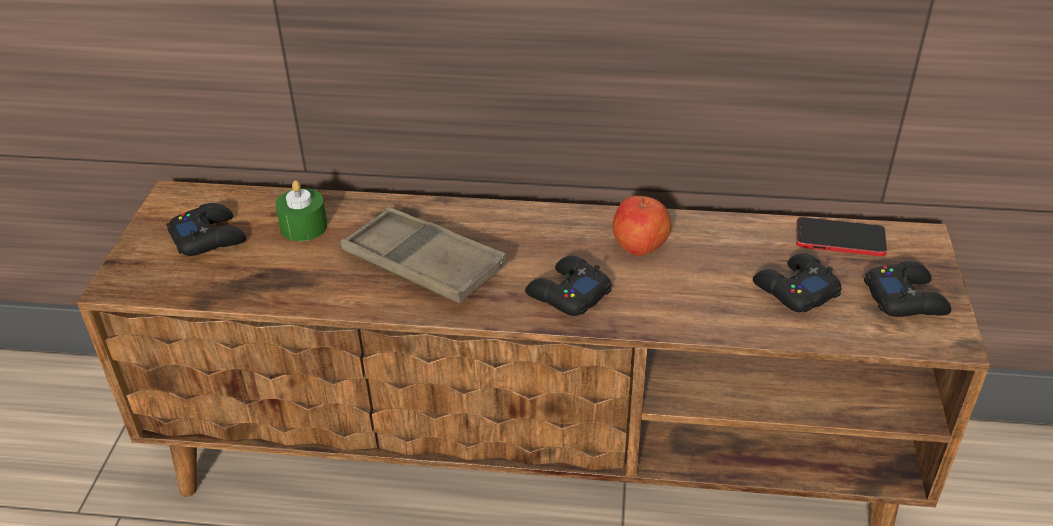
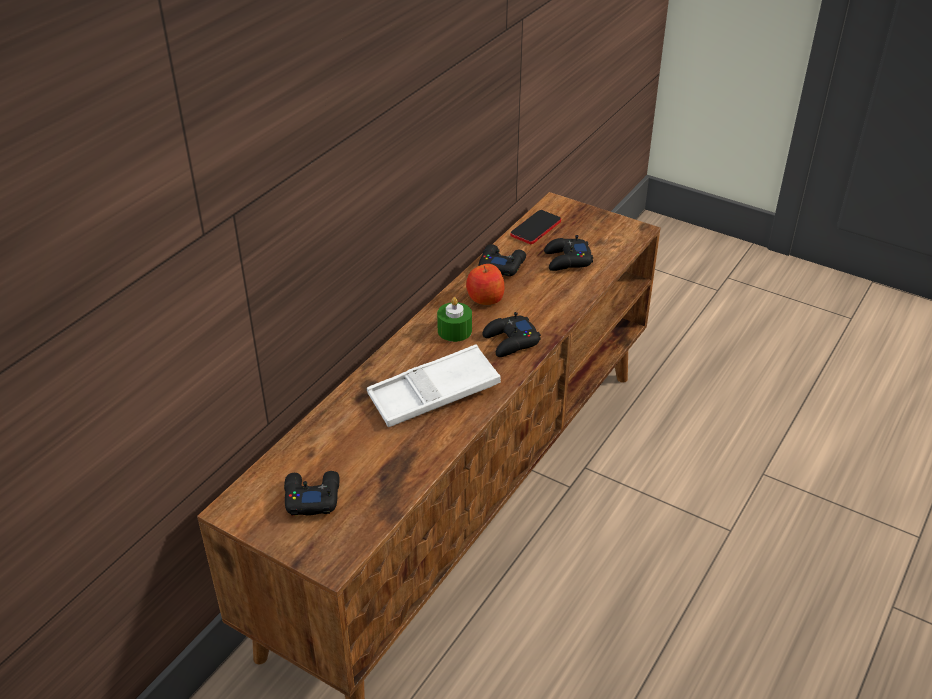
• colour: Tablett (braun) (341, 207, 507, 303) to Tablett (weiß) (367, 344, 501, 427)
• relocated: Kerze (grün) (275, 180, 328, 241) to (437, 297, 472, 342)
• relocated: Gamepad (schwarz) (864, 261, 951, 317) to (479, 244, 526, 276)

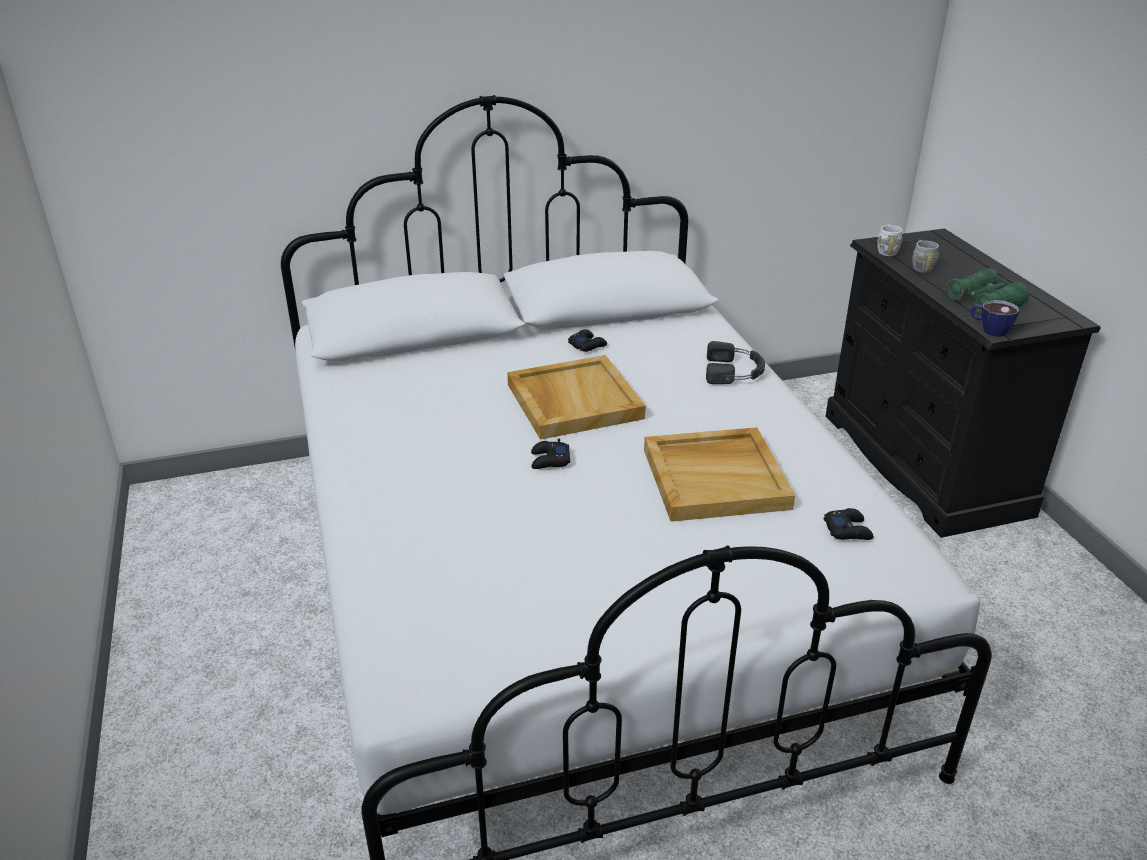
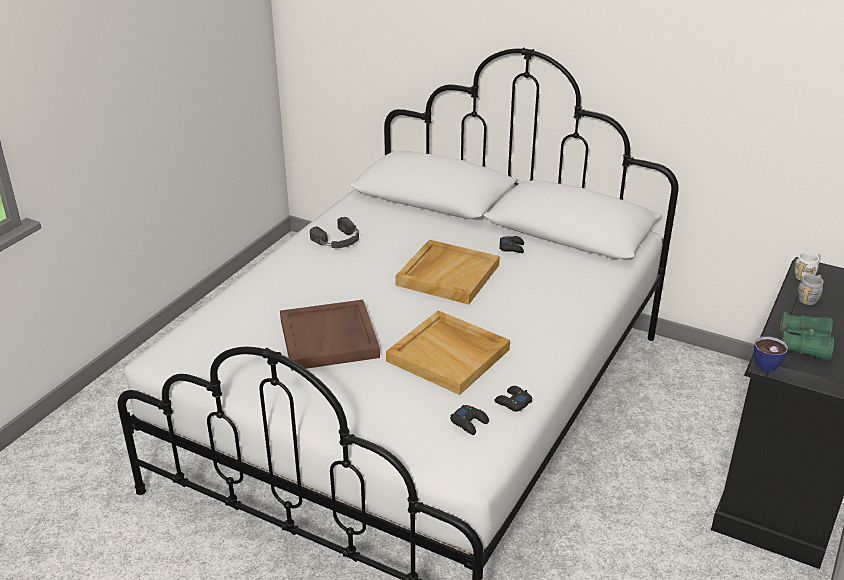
• appeared: Tablett (braun) (280, 300, 380, 371)
• relocated: Kopfhörer (schwarz) (706, 341, 765, 384) to (310, 217, 359, 248)
• relocated: Gamepad (schwarz) (531, 439, 570, 469) to (494, 386, 533, 412)

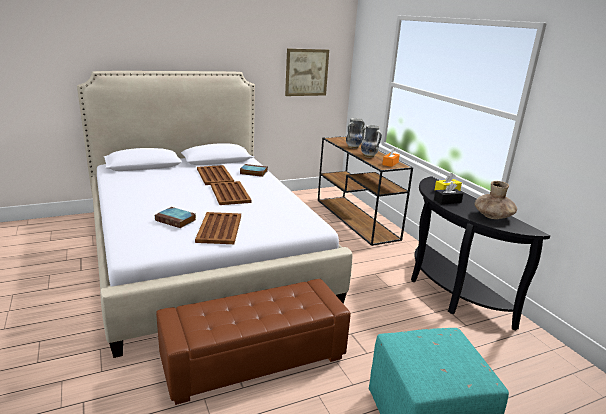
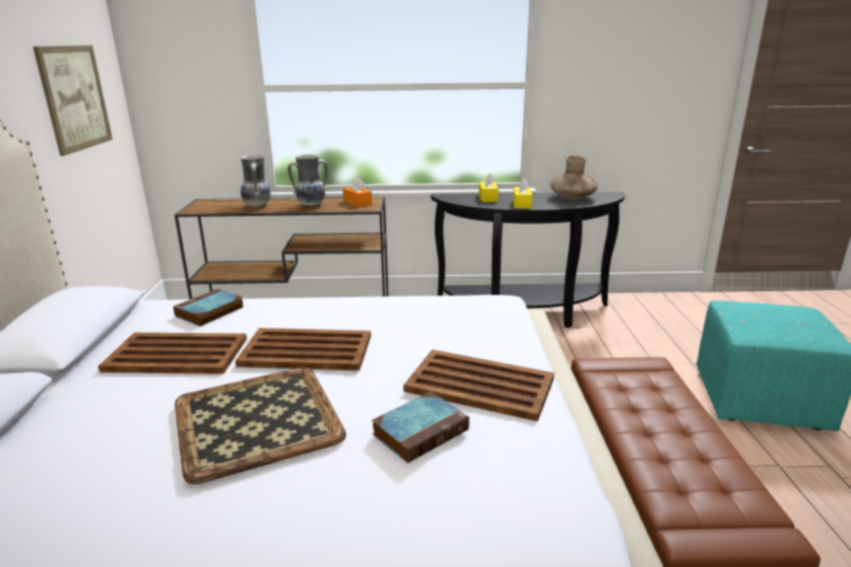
• appeared: Tablett (175, 367, 346, 484)
• colour: Taschentuchbox (schwarz) (434, 182, 463, 205) to Taschentuchbox (gelb) (513, 178, 532, 209)

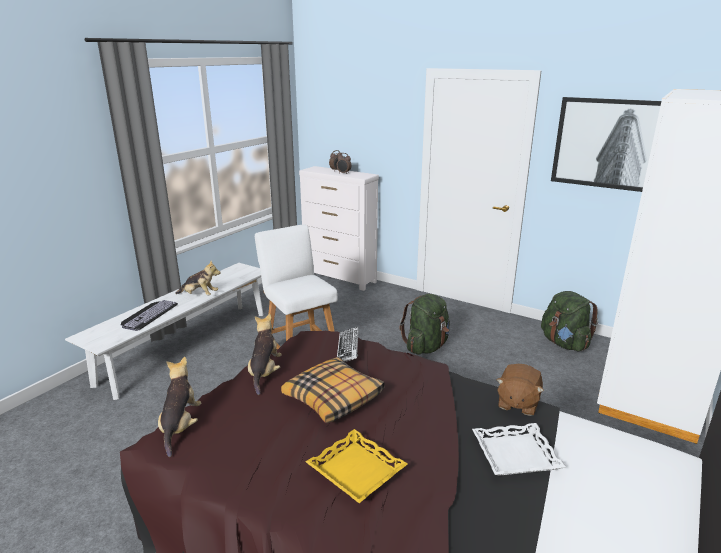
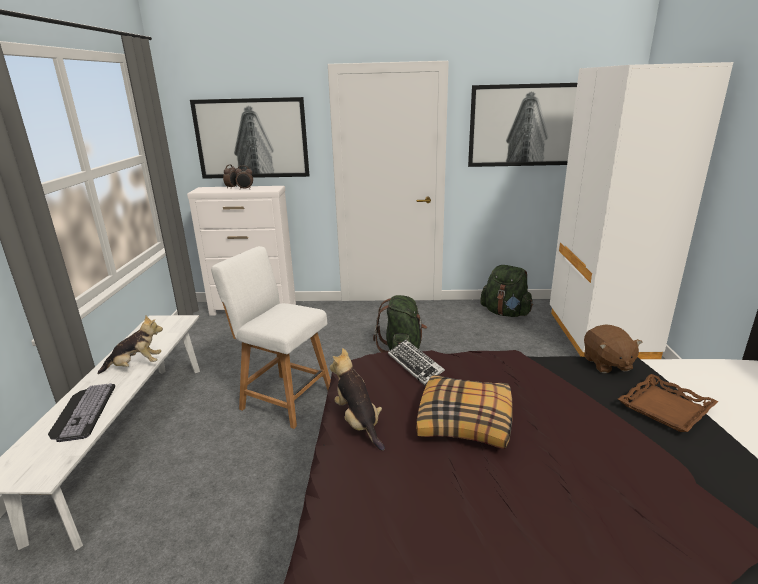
• appeared: Bild (190, 97, 310, 179)
• colour: Tablett (weiß) (472, 423, 566, 476) to Tablett (braun) (618, 374, 718, 432)
• missing: Plüschtier (158, 357, 201, 457)
• missing: Tablett (gelb) (306, 429, 408, 503)

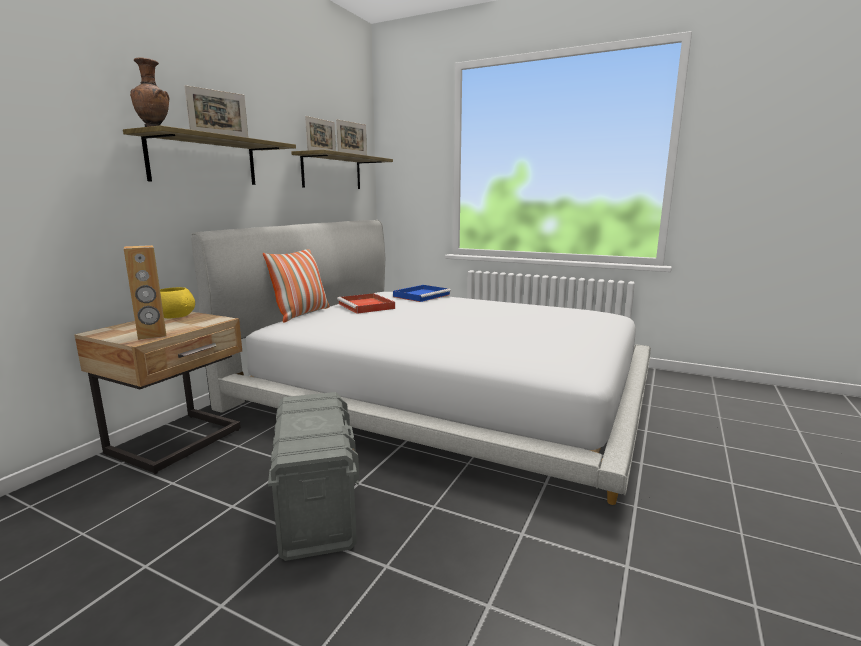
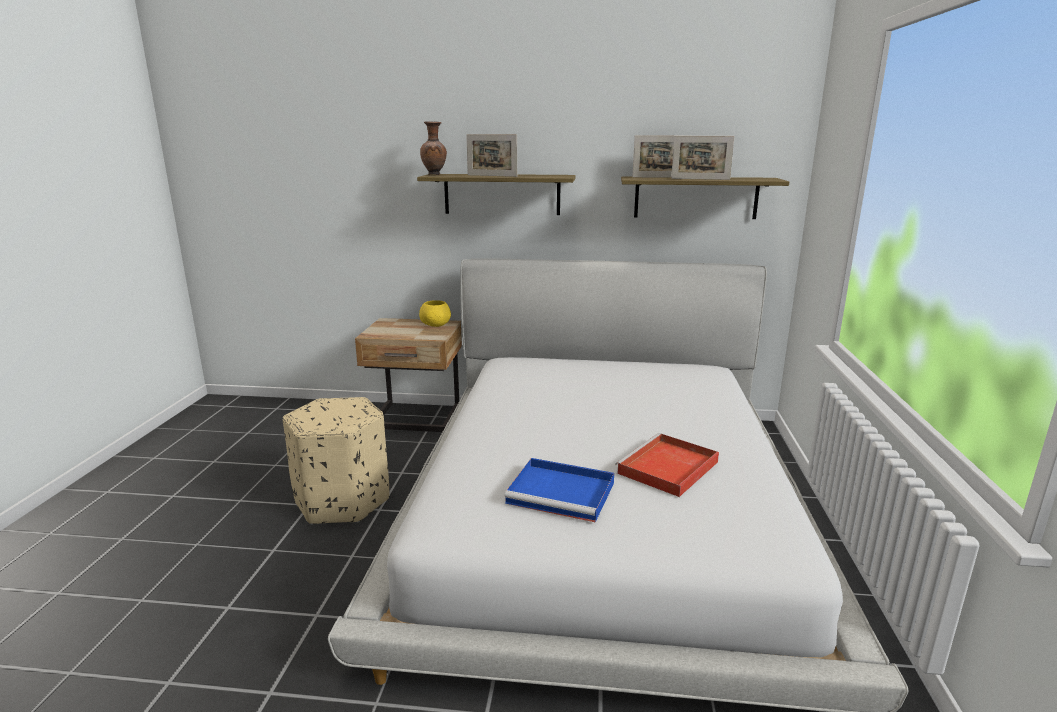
• exchanged: Aufbewahrungsbox (grau) (268, 392, 359, 561) to Polsterhocker (beige) (283, 397, 389, 524)
• relocated: Tablett (blau) (393, 285, 451, 302) to (505, 458, 614, 522)
• relocated: Tablett (rot) (337, 293, 395, 314) to (615, 433, 719, 497)
• missing: Lautsprecher (braun) (124, 245, 166, 340)
• missing: Kissen (263, 249, 330, 322)

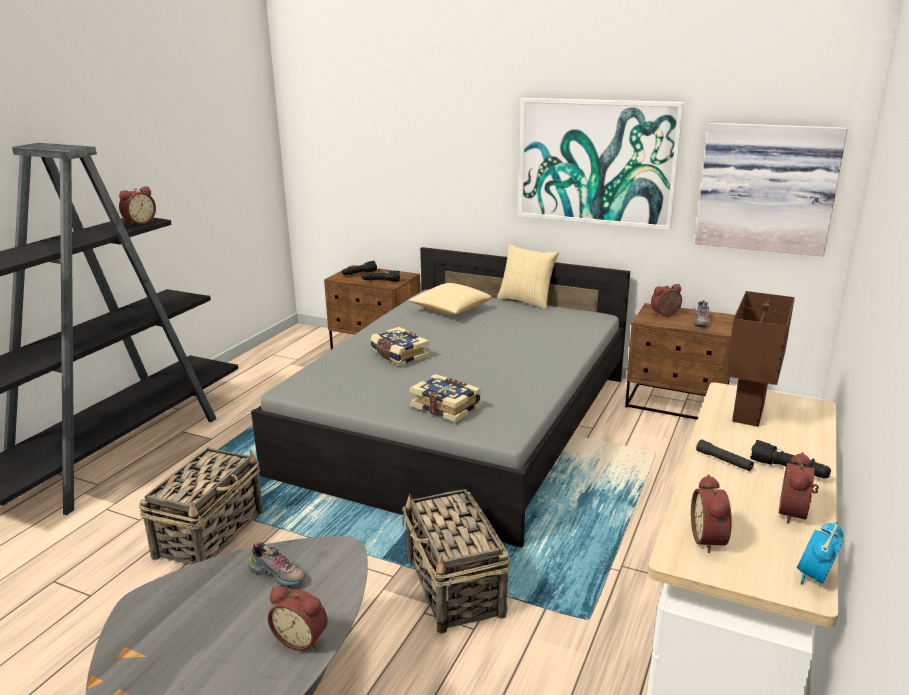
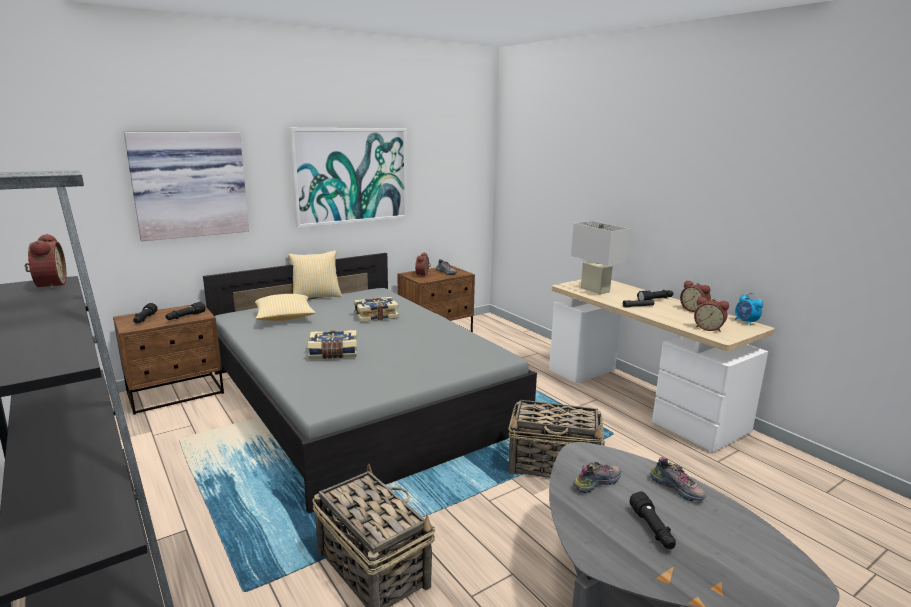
• relocated: Bild (695, 123, 848, 256) to (124, 132, 249, 241)
• relocated: Buch (409, 374, 482, 423) to (354, 297, 399, 322)
• colour: Tischlampe (braun) (725, 291, 795, 427) to Tischlampe (weiß) (571, 221, 630, 294)
• appeared: Taschenlampe (schwarz) (629, 491, 676, 549)
• exchanged: Wecker (268, 586, 328, 651) to Schuh (650, 457, 706, 501)

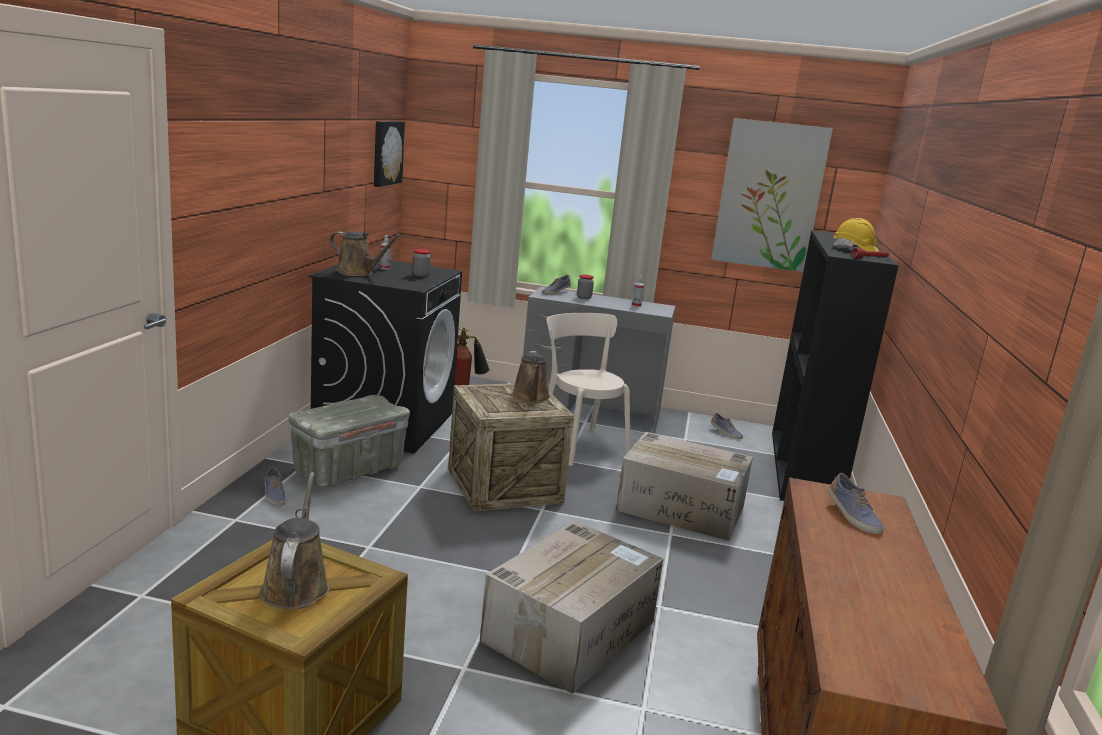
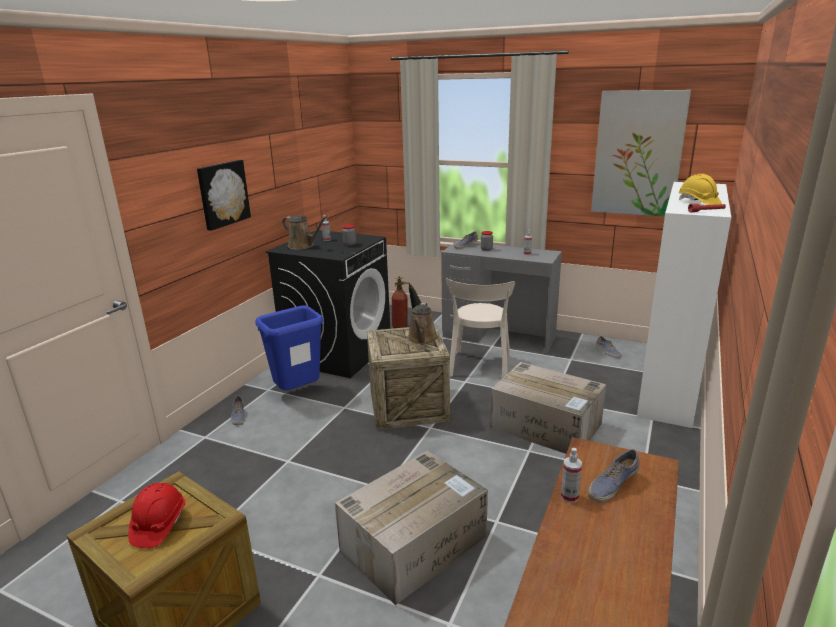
• exchanged: Gießkanne (braun) (260, 472, 330, 609) to Schutzhelm (rot) (128, 483, 185, 548)
• relocated: Bild (374, 121, 405, 187) to (197, 160, 251, 231)
• exchanged: Aufbewahrungsbox (grau) (288, 395, 410, 487) to Mülleimer (blau) (255, 306, 323, 390)
• spun: Stuhl (beige) (547, 313, 631, 466) = (446, 278, 515, 377) 150 degrees counterclockwise
• appeared: Sprühflasche (561, 448, 582, 503)
• spun: Schuh (828, 473, 885, 534) = (588, 449, 640, 503) 60 degrees clockwise
• colour: Bücherregal (schwarz) (772, 230, 899, 501) to Bücherregal (weiß) (637, 182, 731, 428)

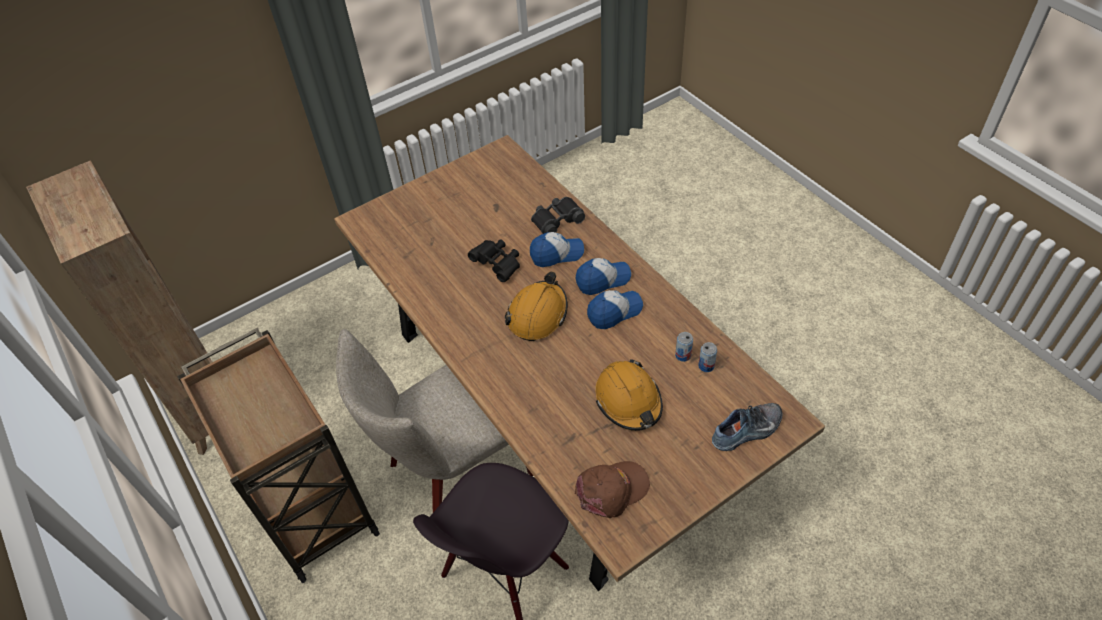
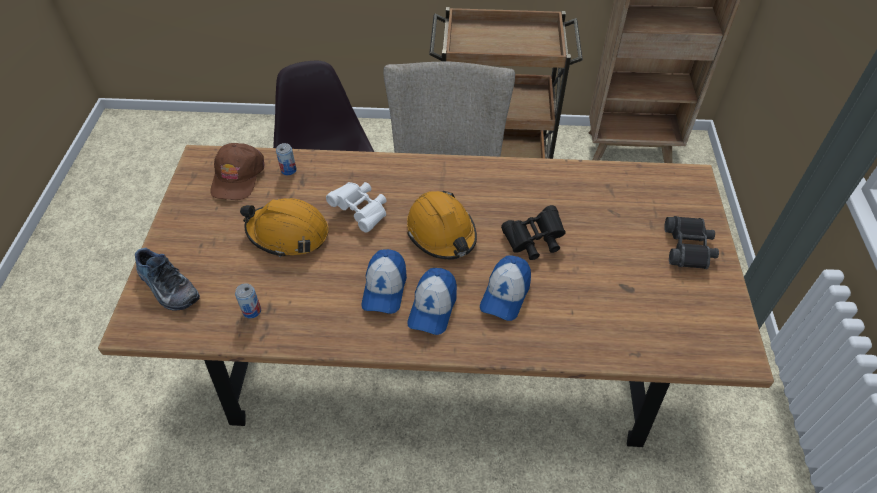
• spun: Schuh (712, 403, 782, 451) = (135, 247, 200, 311) 60 degrees counterclockwise
• relocated: Dose (675, 332, 693, 362) to (276, 143, 297, 175)
• appeared: Fernglas (weiß) (326, 182, 387, 233)
• relocated: Fernglas (schwarz) (531, 197, 585, 234) to (664, 216, 719, 269)

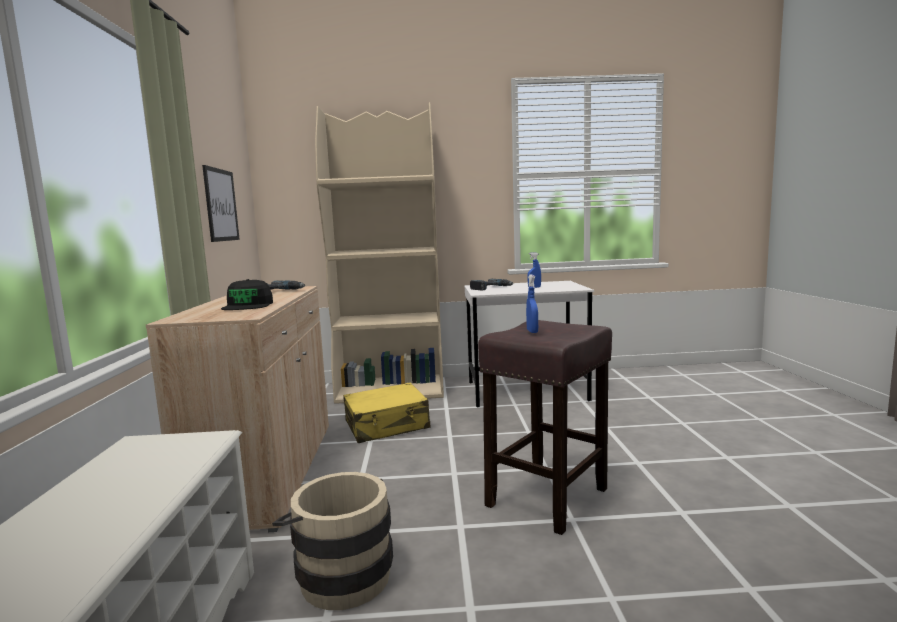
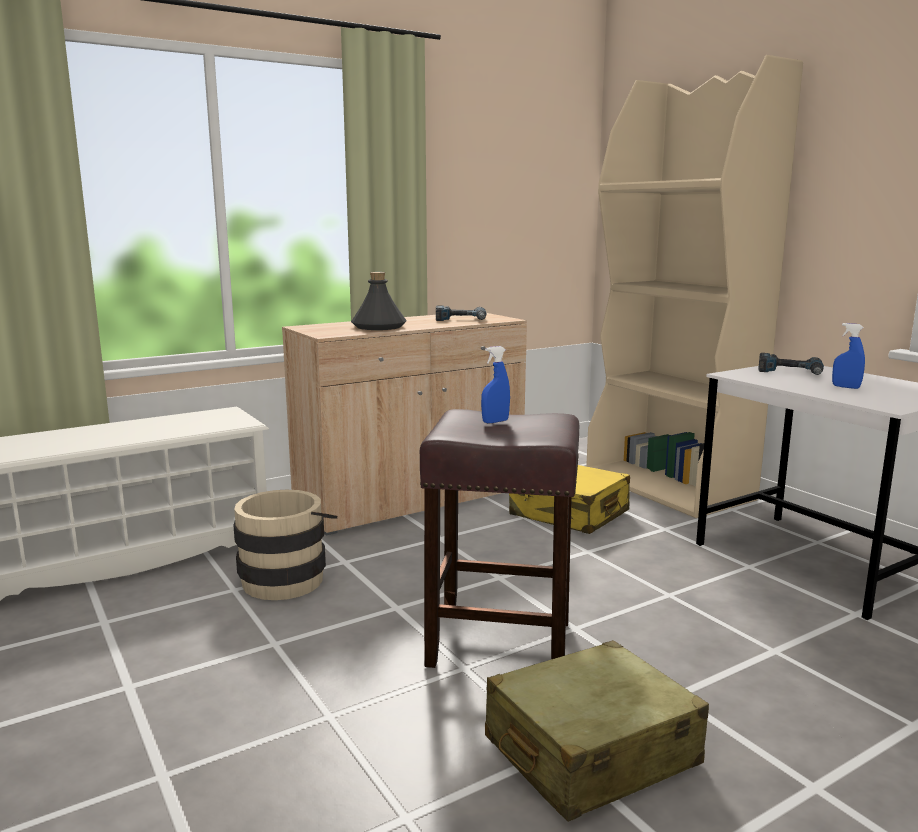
• exchanged: Kappe (schwarz) (221, 279, 273, 310) to Flasche (grau) (351, 272, 406, 330)
• appeared: Koffer (beige) (485, 640, 709, 822)
• missing: Bild (202, 165, 240, 242)

